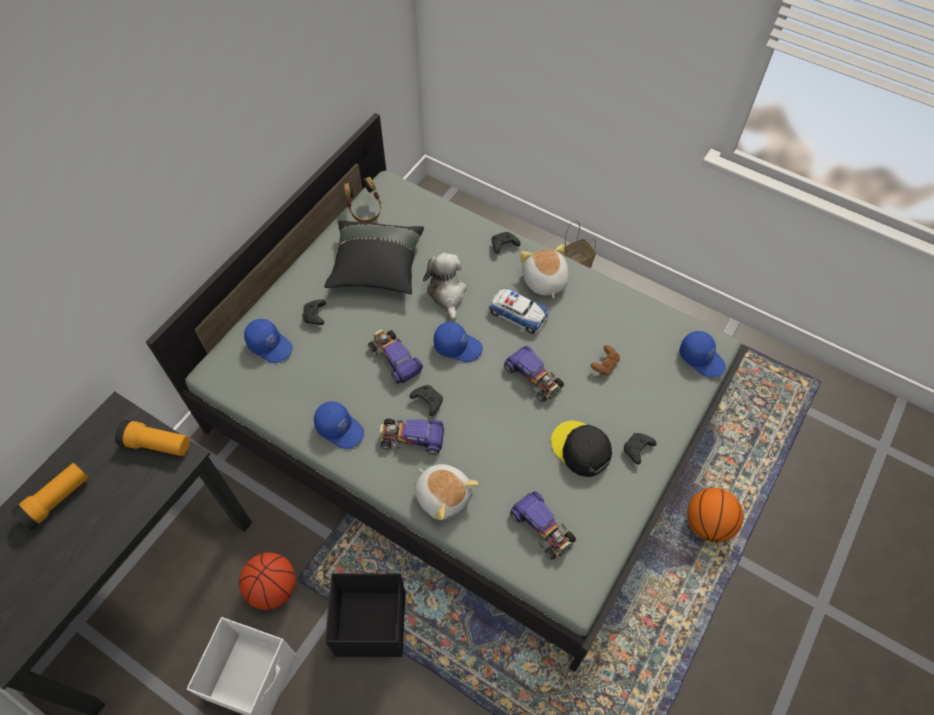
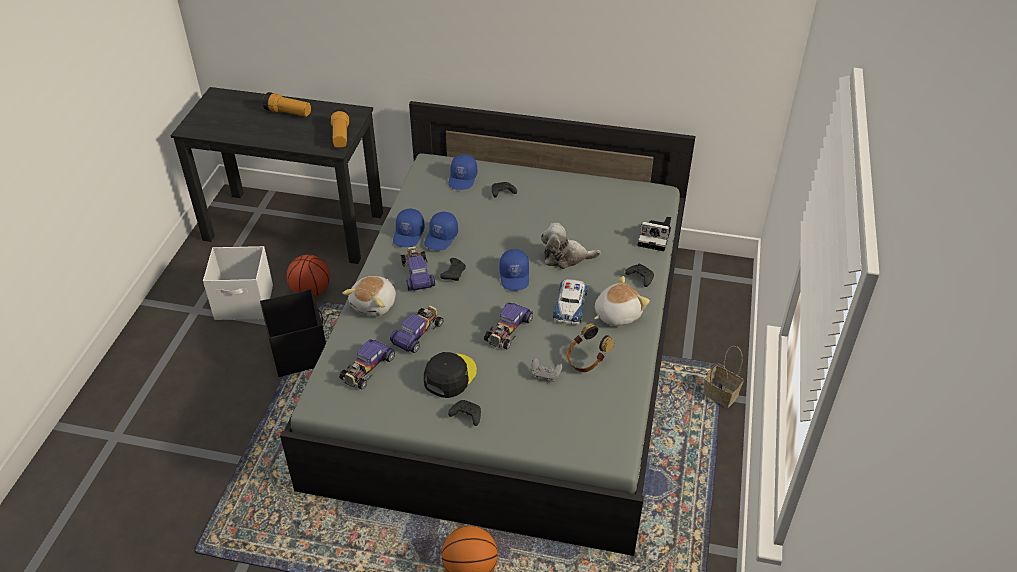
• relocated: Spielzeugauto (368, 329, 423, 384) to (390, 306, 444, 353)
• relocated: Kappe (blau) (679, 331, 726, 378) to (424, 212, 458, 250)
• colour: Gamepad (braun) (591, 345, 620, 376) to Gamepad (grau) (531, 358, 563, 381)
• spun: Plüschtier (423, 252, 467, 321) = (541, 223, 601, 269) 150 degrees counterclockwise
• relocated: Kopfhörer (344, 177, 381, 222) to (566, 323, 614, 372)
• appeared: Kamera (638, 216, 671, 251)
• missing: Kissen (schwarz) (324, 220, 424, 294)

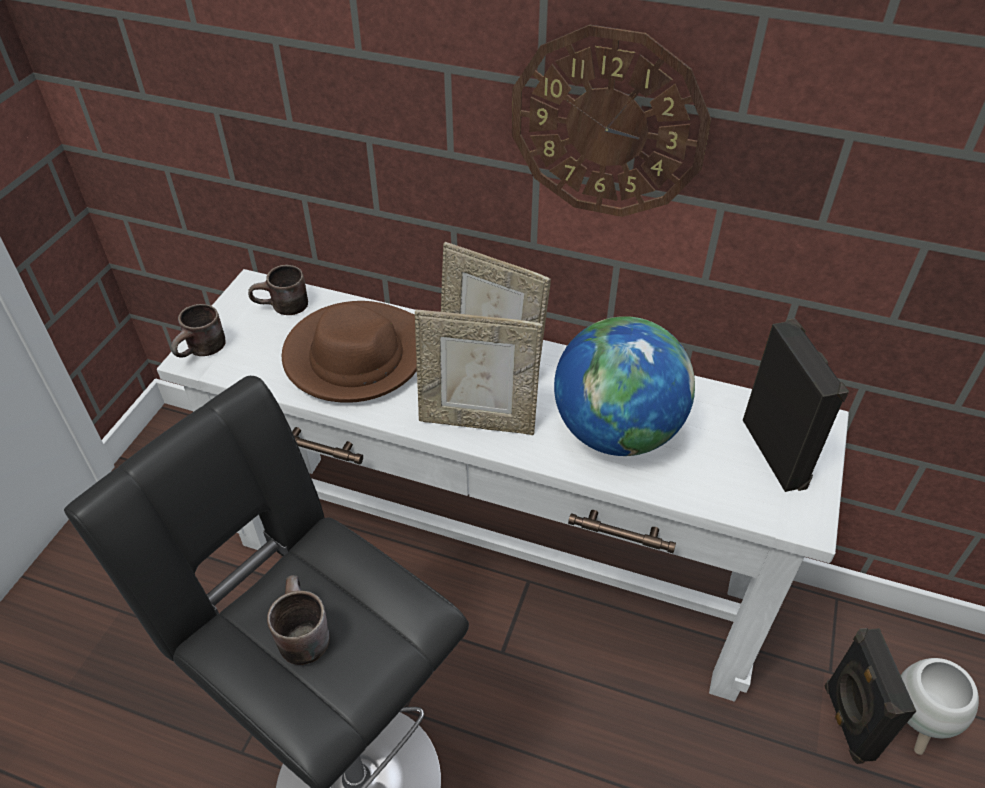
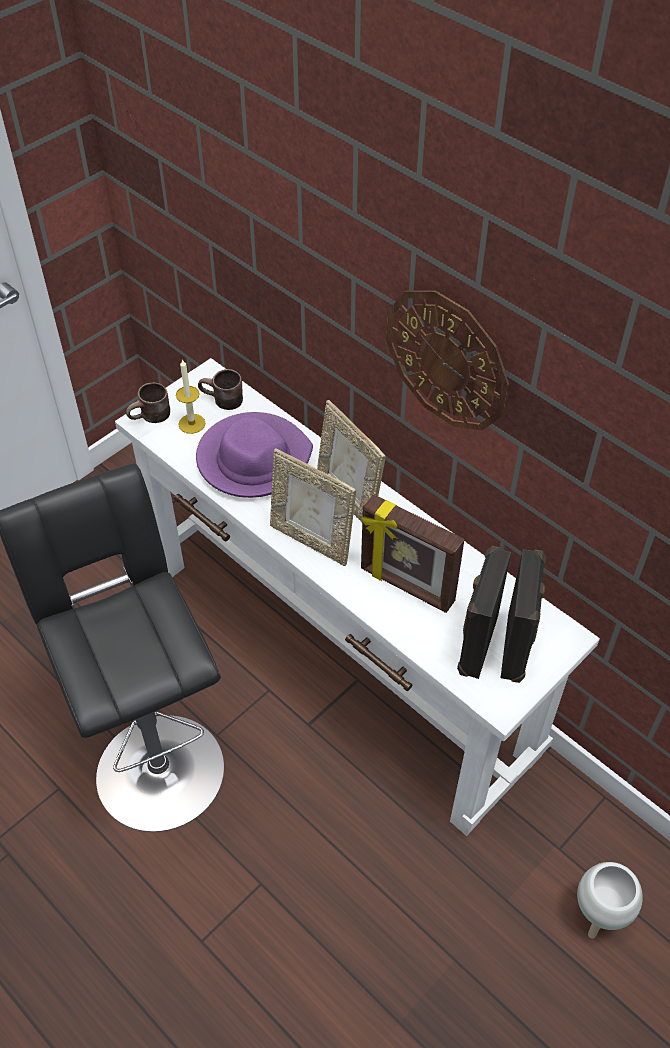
• appeared: Kerze (176, 359, 205, 434)
• colour: Hut (braun) (282, 301, 417, 403) to Hut (lila) (196, 412, 313, 498)
• exchanged: Globus (554, 316, 695, 456) to Bilderrahmen (361, 494, 465, 613)
• relocated: Lautsprecher (schwarz) (825, 628, 916, 764) to (457, 546, 511, 679)
• missing: Henkelbecher (braun) (267, 575, 330, 665)

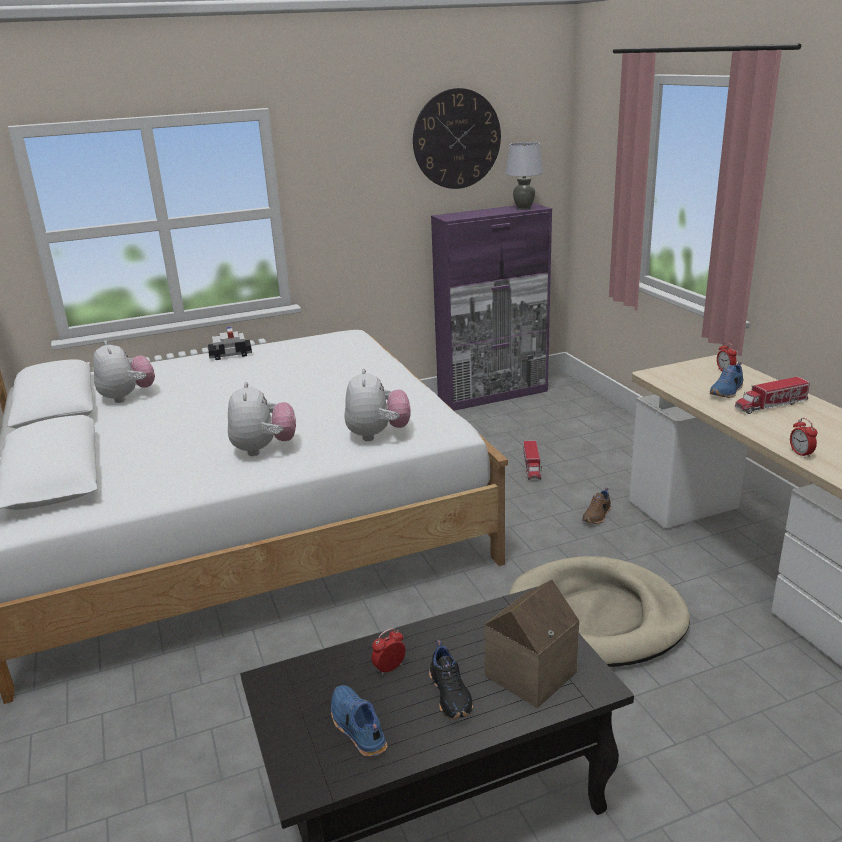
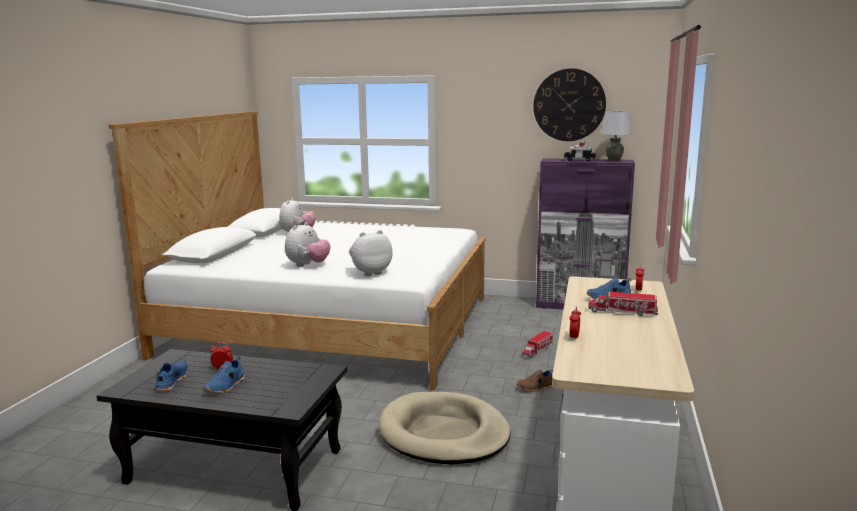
• colour: Schuh (schwarz) (429, 640, 473, 719) to Schuh (blau) (204, 357, 245, 393)
• spun: Plüschtier (345, 368, 410, 441) = (349, 230, 392, 276) 150 degrees counterclockwise
• relocated: Spielzeugauto (208, 327, 252, 360) to (564, 141, 595, 161)
• missing: Spielzeughaus (484, 580, 579, 708)

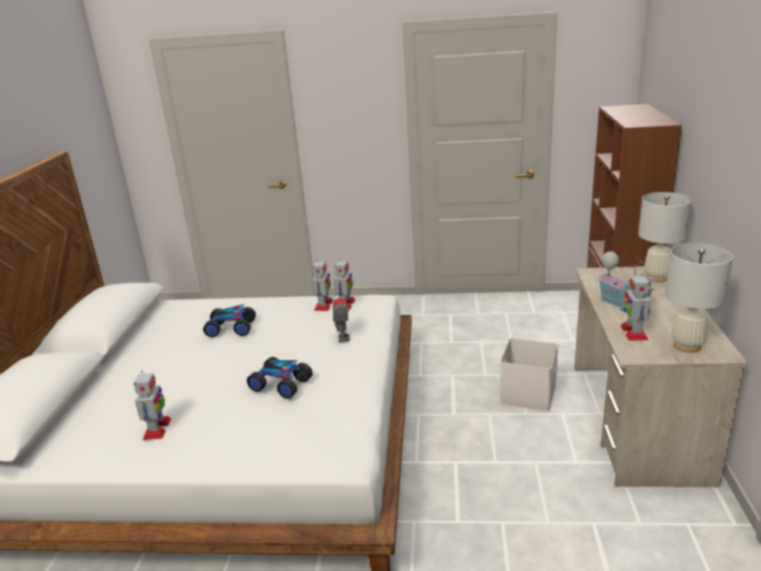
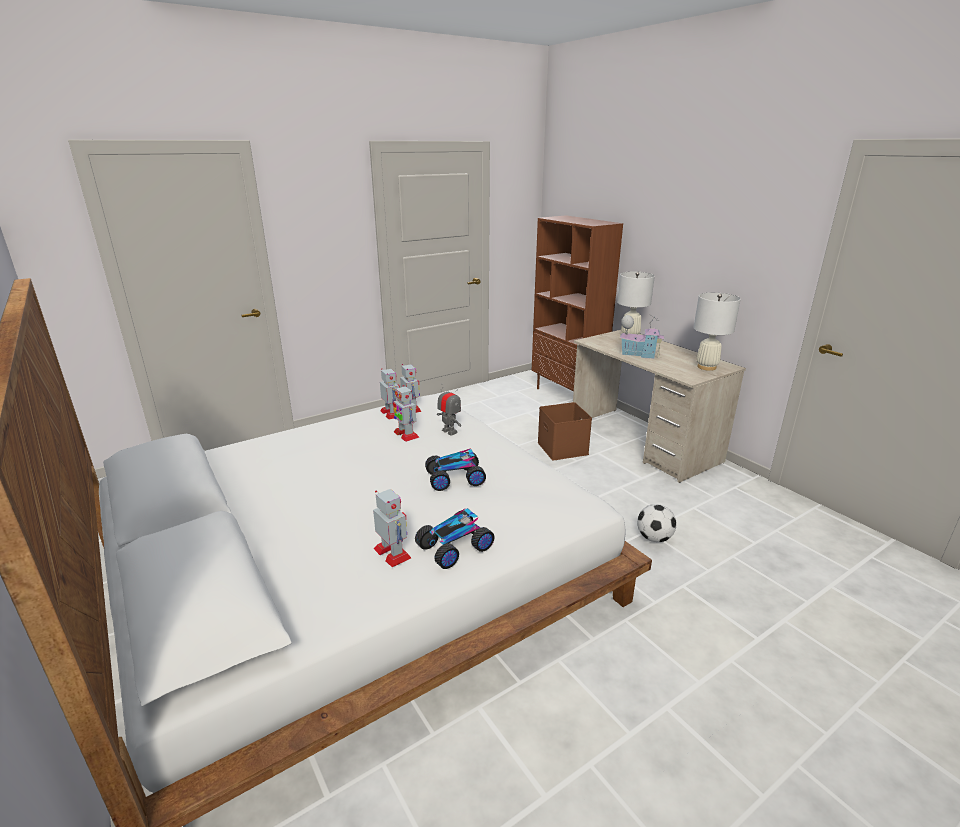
• relocated: Spielzeugroboter (620, 274, 651, 341) to (393, 385, 420, 442)
• relocated: Spielzeugauto (203, 304, 256, 337) to (415, 507, 494, 569)
• colour: Aufbewahrungsbox (weiß) (500, 338, 558, 412) to Aufbewahrungsbox (braun) (537, 402, 592, 461)
• appeared: Fußball (637, 504, 677, 542)

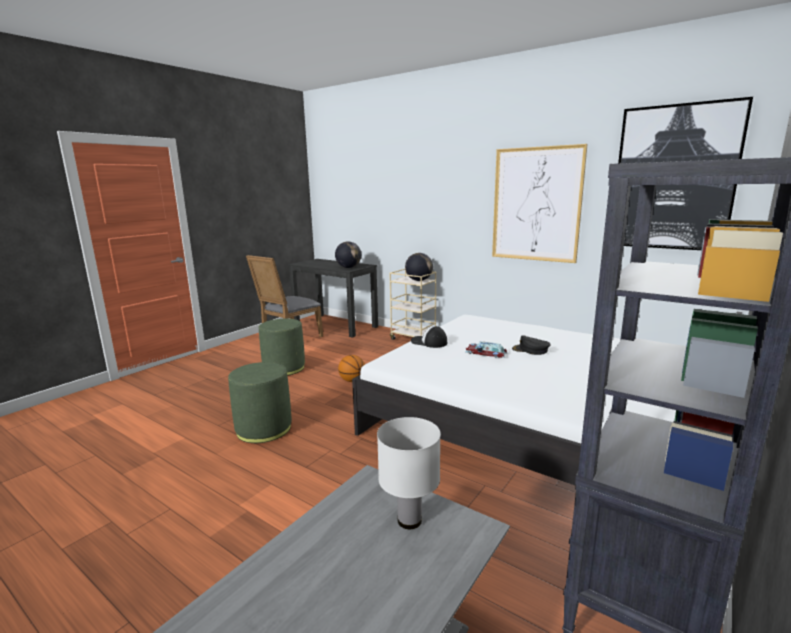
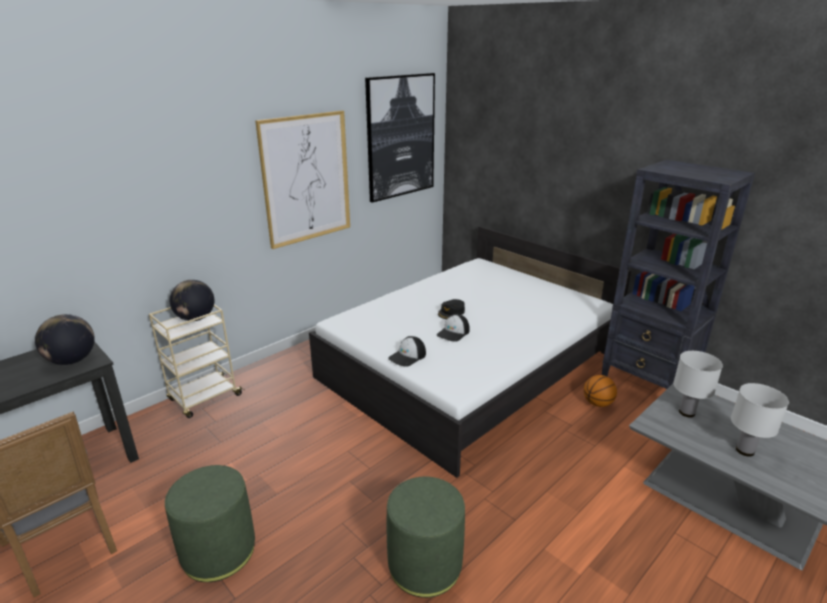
• exchanged: Spielzeugauto (466, 341, 507, 358) to Kappe (437, 314, 470, 342)
• relocated: Basketball (338, 355, 365, 382) to (584, 375, 617, 407)
• appeared: Tischlampe (weiß) (731, 383, 789, 457)

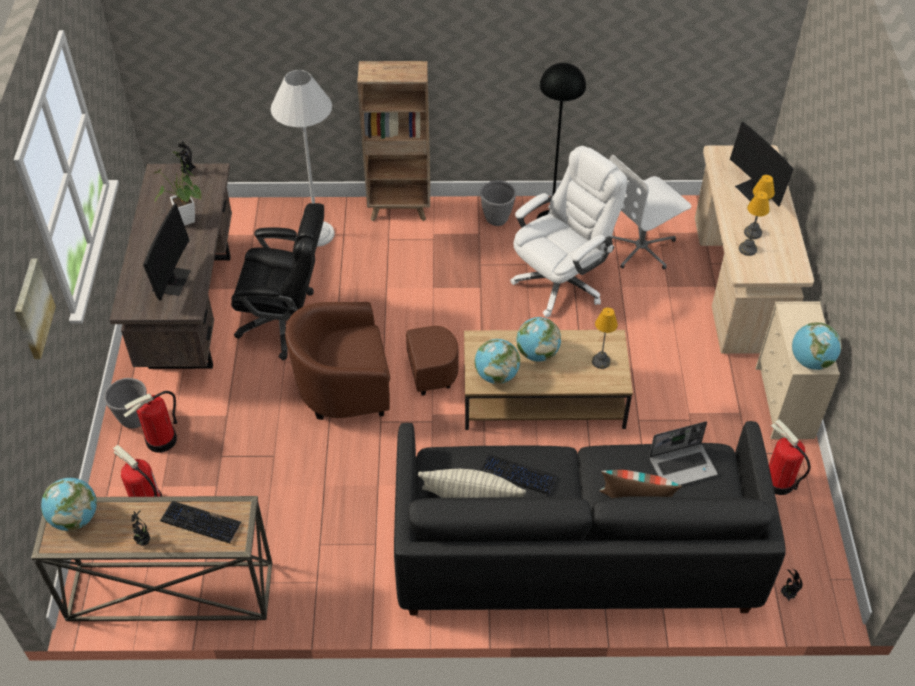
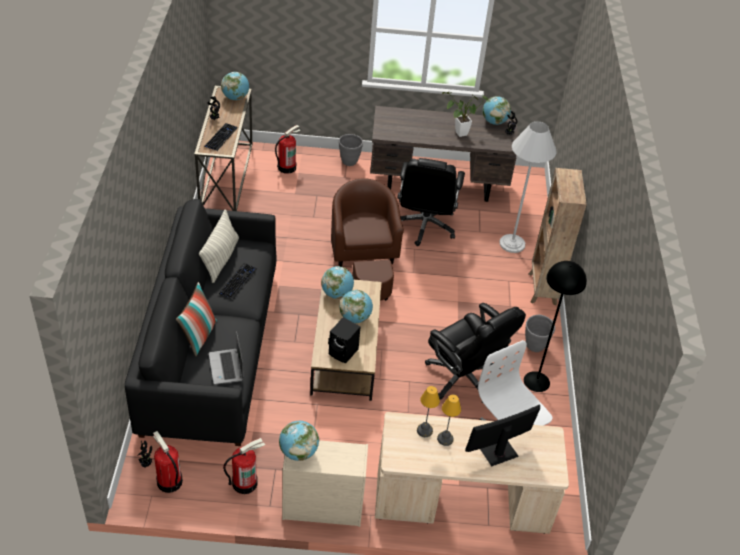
• relocated: Feuerlöscher (123, 391, 177, 453) to (153, 431, 183, 493)
• exchanged: Tischlampe (592, 307, 618, 369) to Lautsprecher (schwarz) (328, 318, 361, 363)
• colour: Bürostuhl (weiß) (510, 146, 627, 317) to Bürostuhl (schwarz) (425, 303, 526, 403)
• appeared: Globus (482, 96, 511, 125)
• missing: Bild (14, 259, 56, 359)
• missing: Monitor (143, 204, 191, 300)

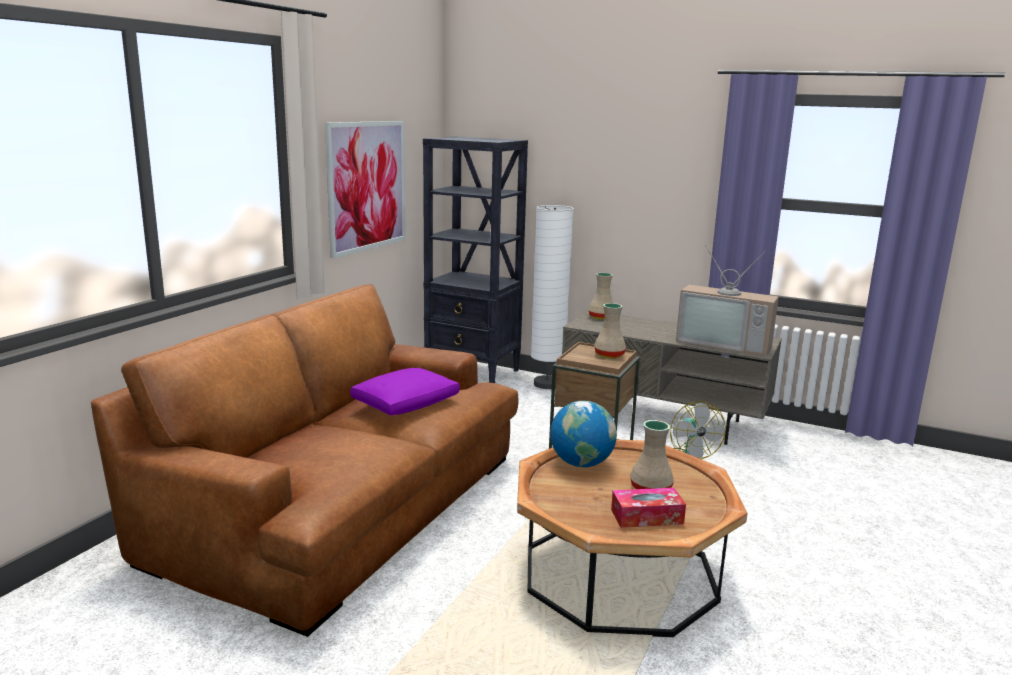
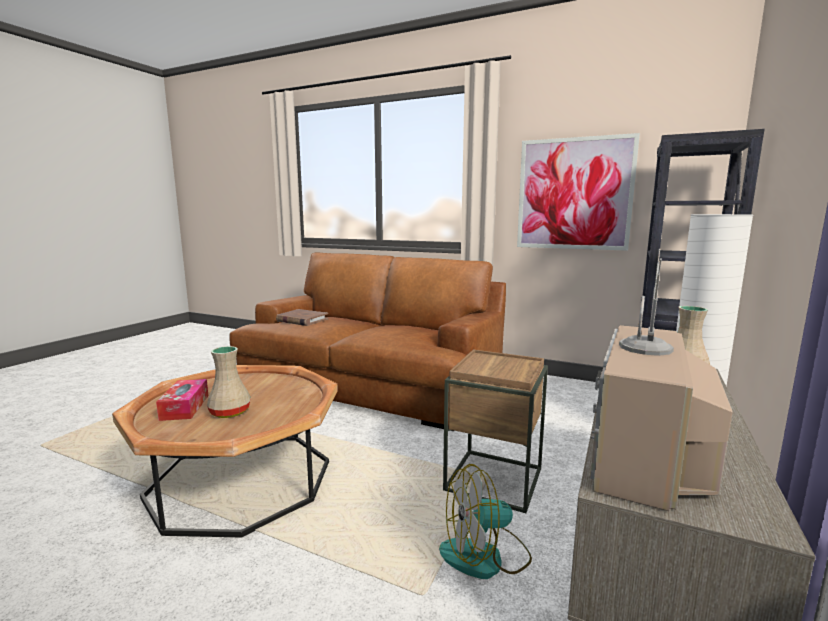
• appeared: Buch (braun) (276, 309, 328, 326)
• missing: Kissen (lila) (350, 368, 460, 415)
• missing: Globus (550, 401, 617, 467)
• missing: Vase (beige) (594, 303, 626, 358)

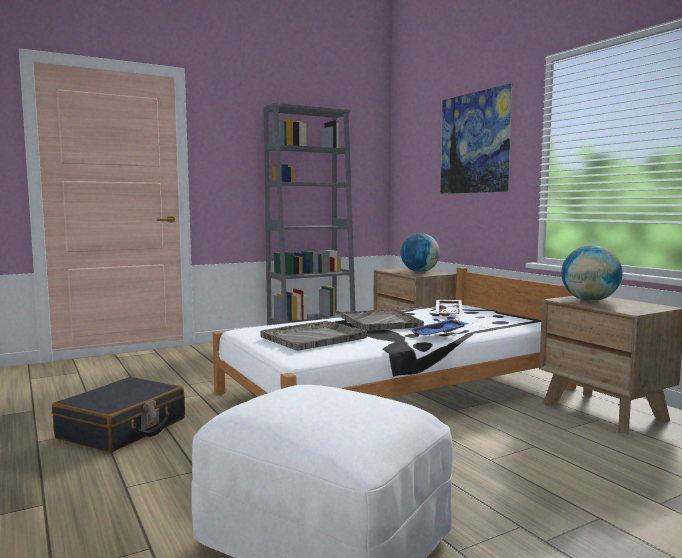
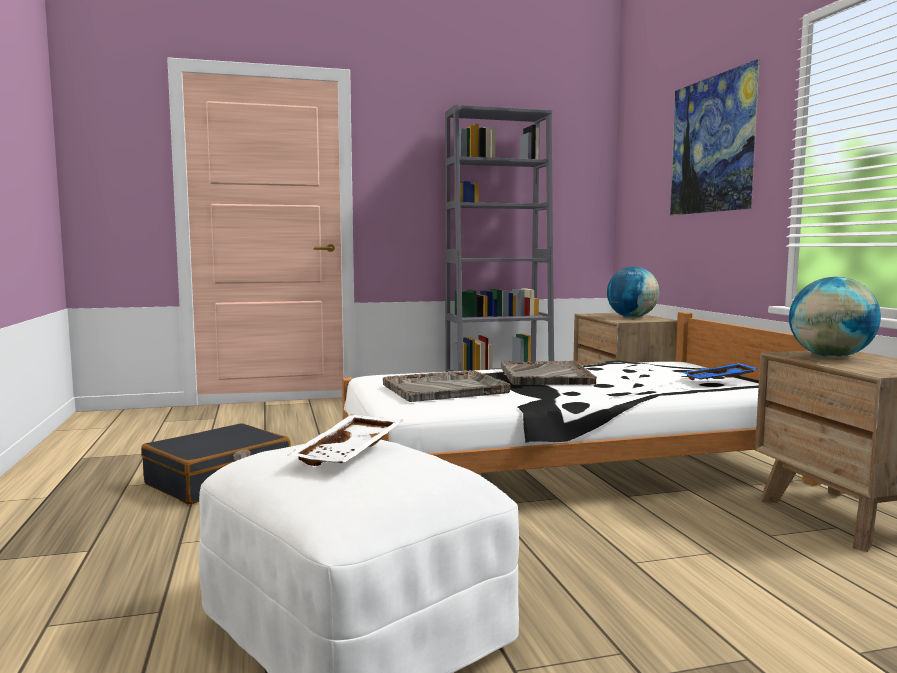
• relocated: Tablett (weiß) (436, 300, 463, 316) to (288, 415, 403, 466)
• relocated: Tablett (blau) (408, 319, 468, 336) to (682, 363, 759, 380)

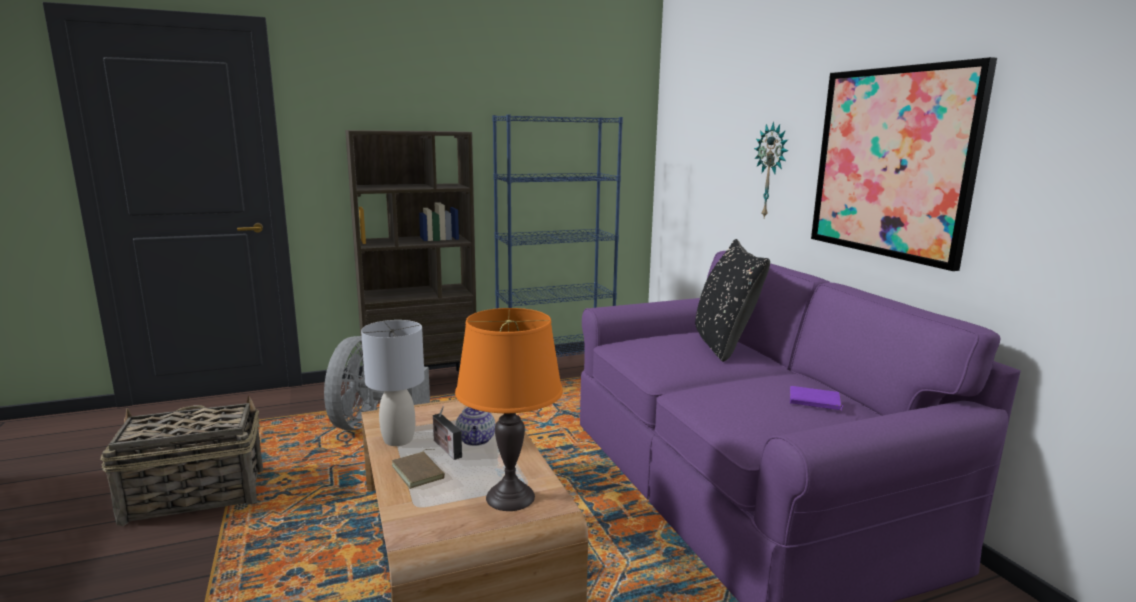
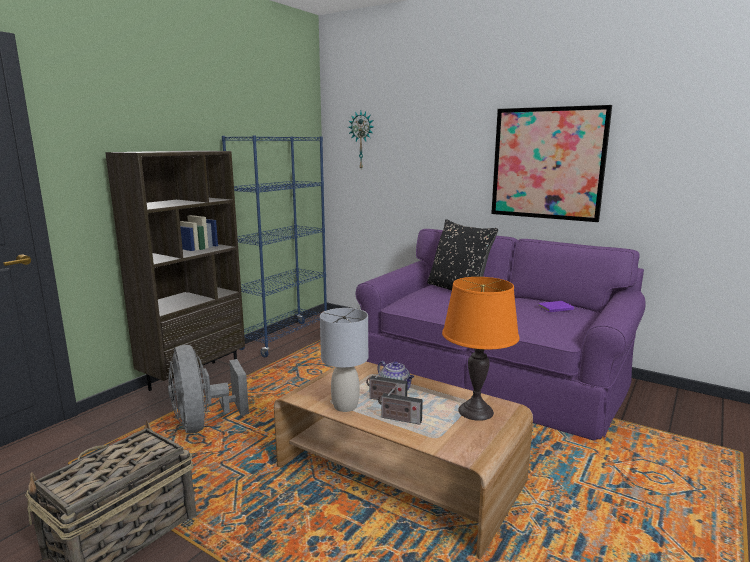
• relocated: Wanduhr (754, 122, 789, 218) to (348, 111, 374, 169)
• exchanged: Buch (braun) (392, 449, 445, 489) to Radio (378, 385, 423, 425)

